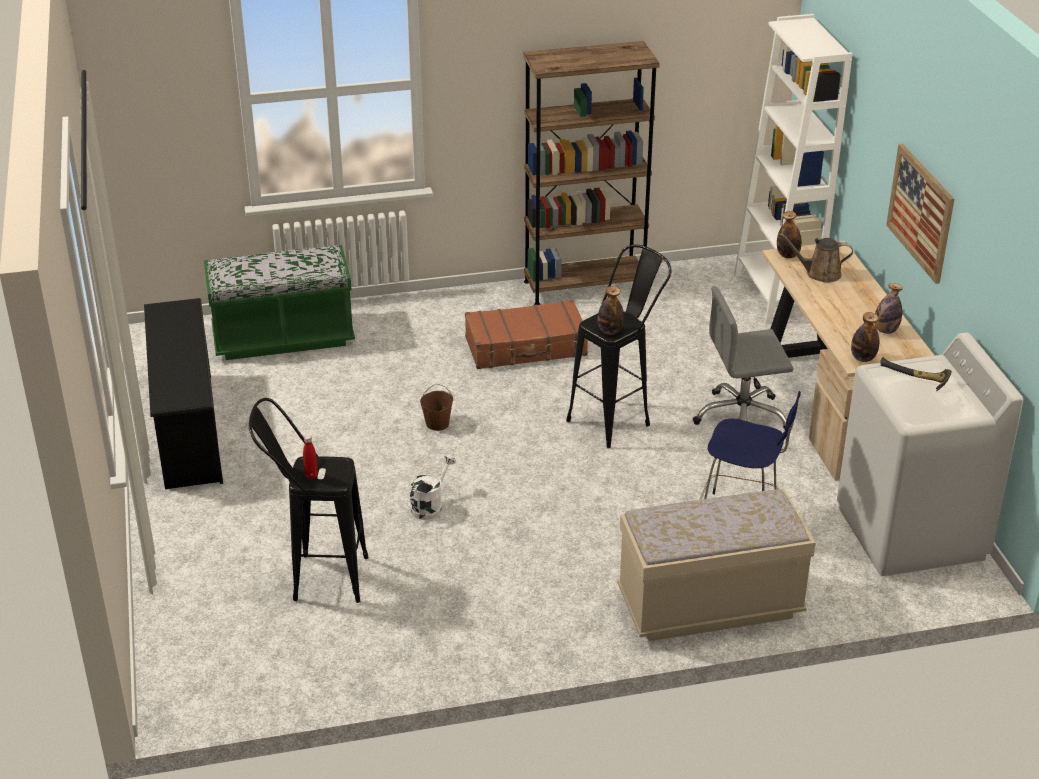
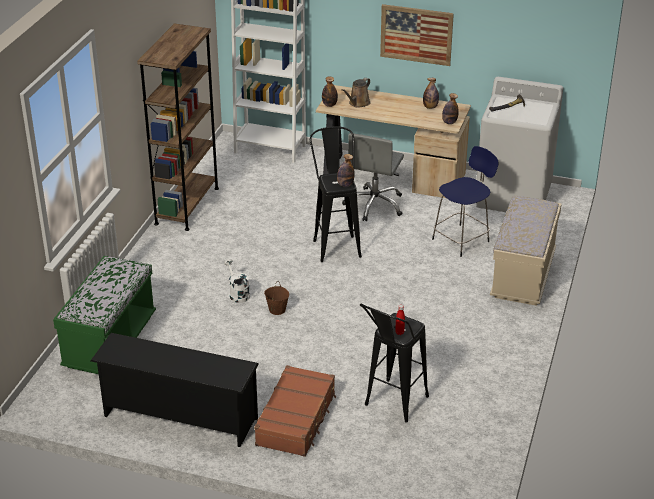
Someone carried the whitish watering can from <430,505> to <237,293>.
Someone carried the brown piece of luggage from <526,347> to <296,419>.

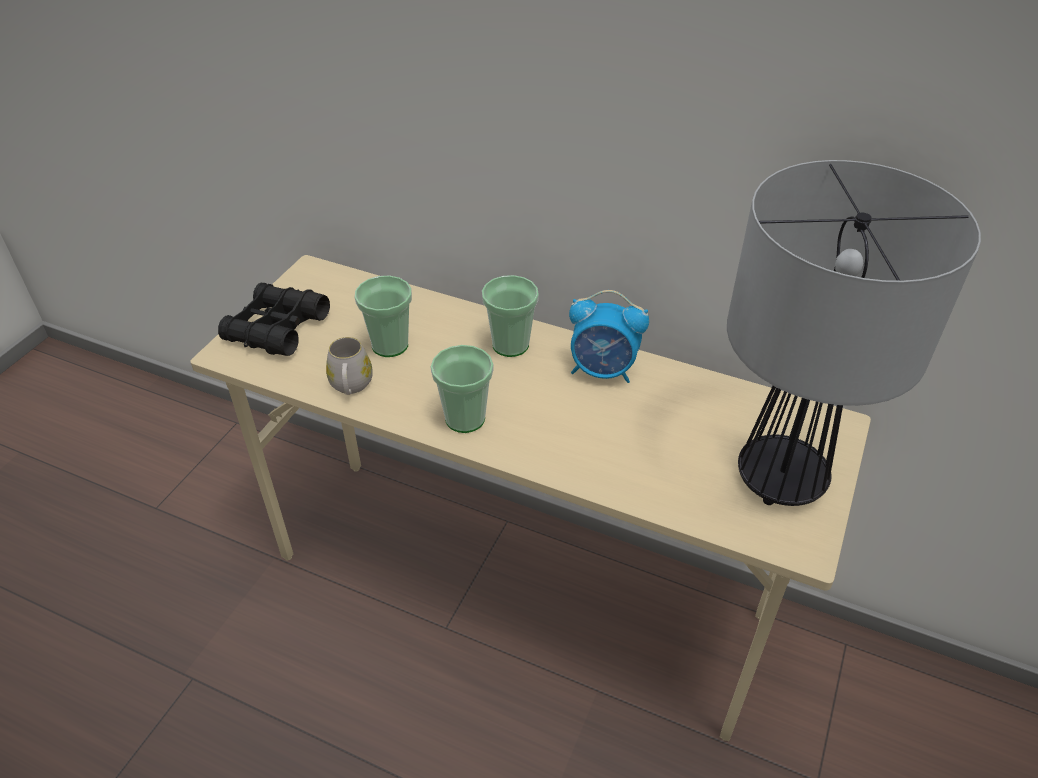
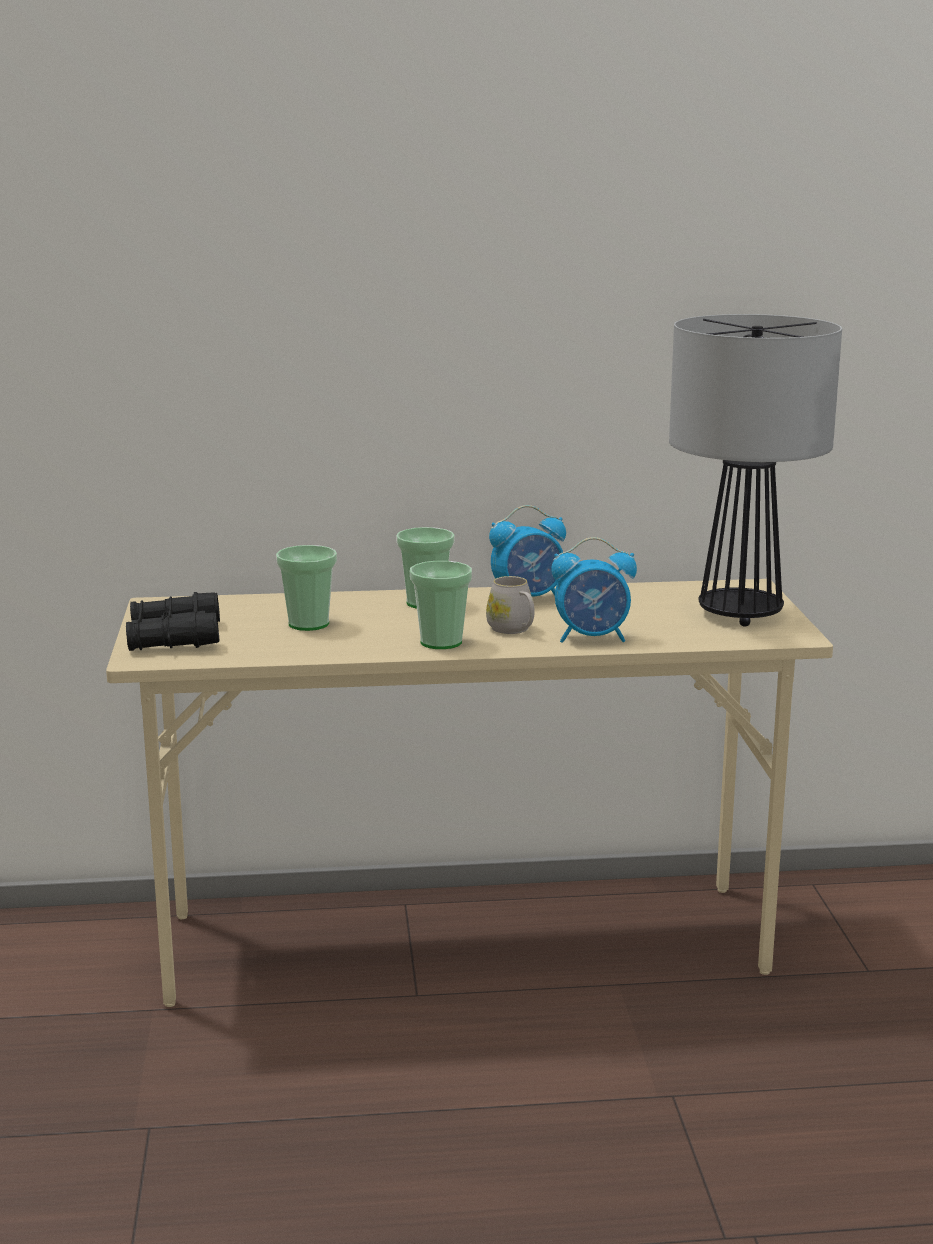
Someone carried the whitish mug from <351,386> to <513,630>.
Someone put down the bedside clock at <592,638>.

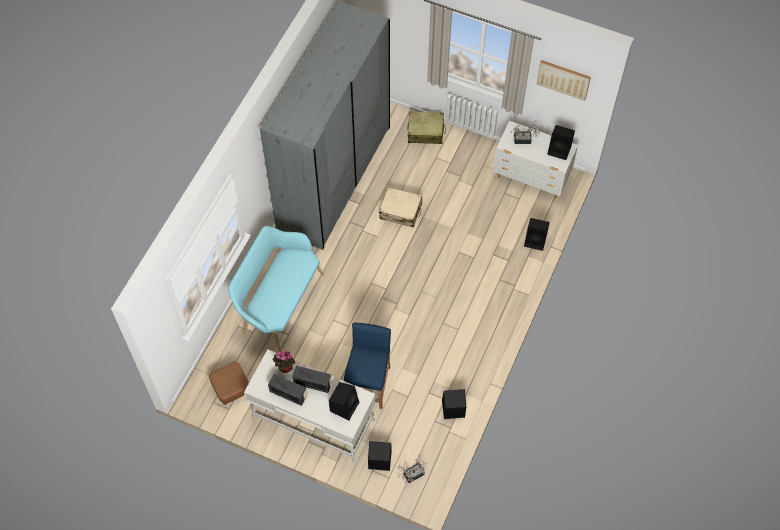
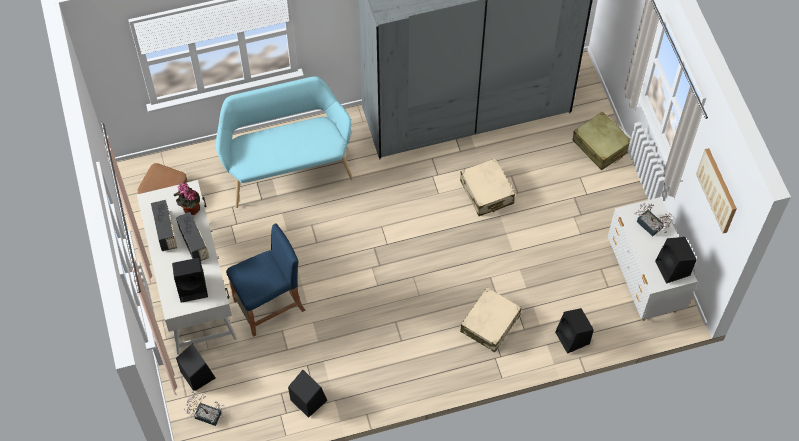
Someone put down the beige-coloured piece of luggage at <490,323>.

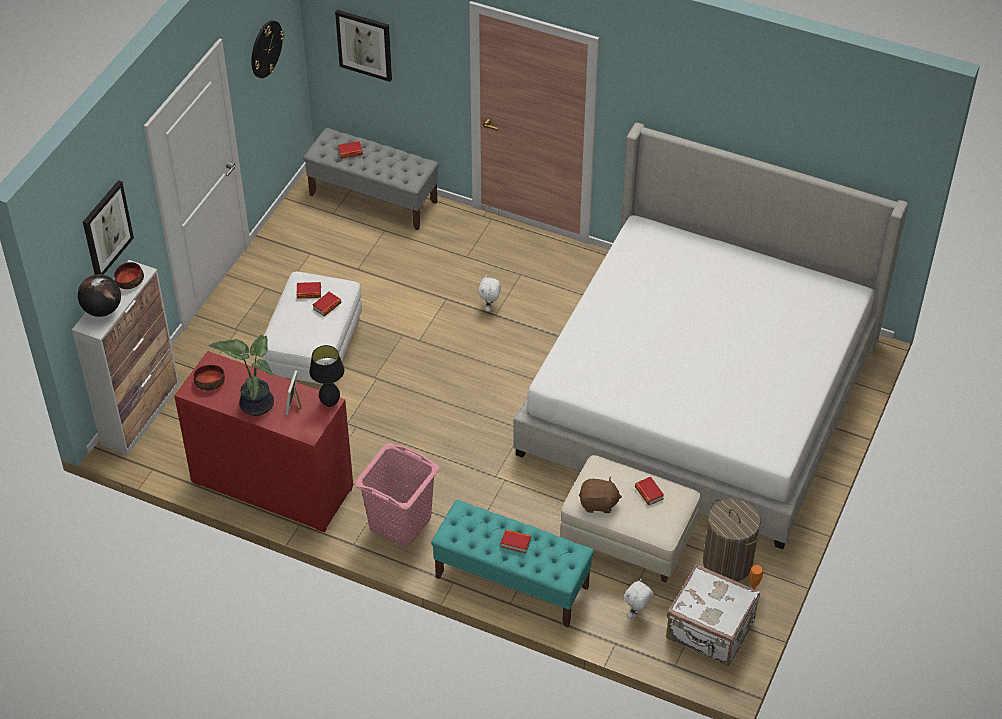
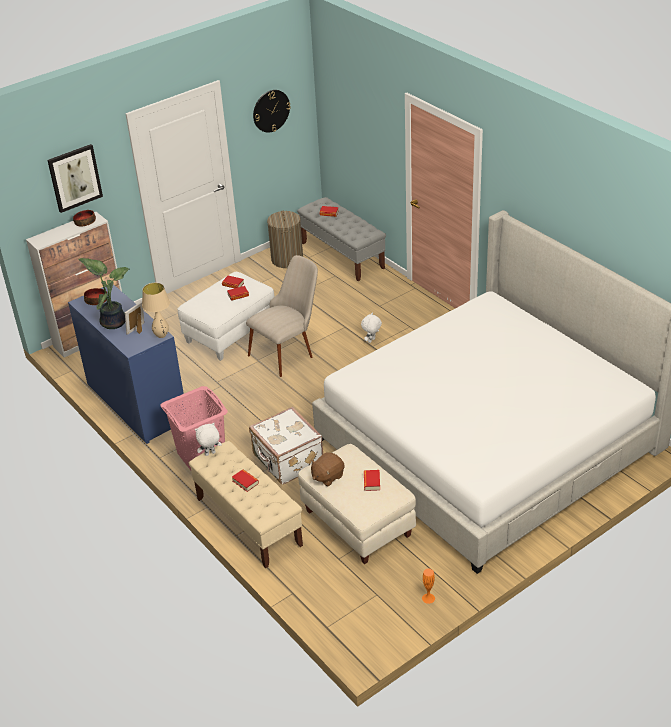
Someone took away the globe at <102,310>.
Someone repainted the red drawer chest at <272,485>, which became the bluish drawer chest at <137,404>.
Someone repainted the black lamp for a table at <330,403>, which became the beige-coloured lamp for a table at <161,336>.
Someone took away the wall art at <364,44>.
Someone repainted the turquoise-coloured long seat at <511,582>, which became the beige-coloured long seat at <248,521>.
Someone rotated the brown cuddly toy at <598,503> by 105 degrees clockwise.
Someone carried the whitish cuddly toy from <637,613> to <210,454>.
Someone carried the whitish piece of luggage from <710,631> to <287,461>.
Someone carried the laundry basket from <727,563> to <287,259>.
Someone put down the beige-coloured plain chair at <288,351>.

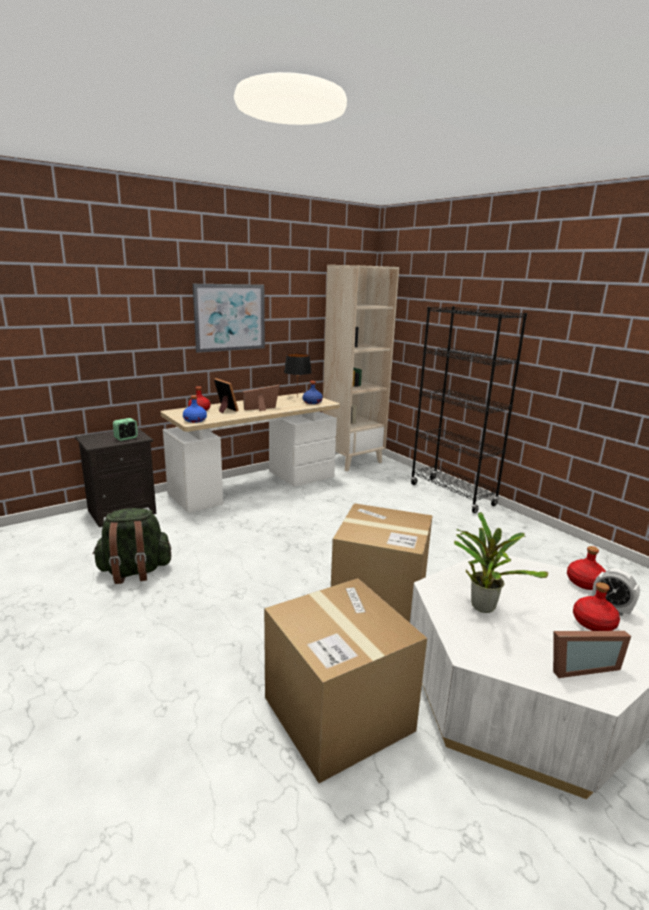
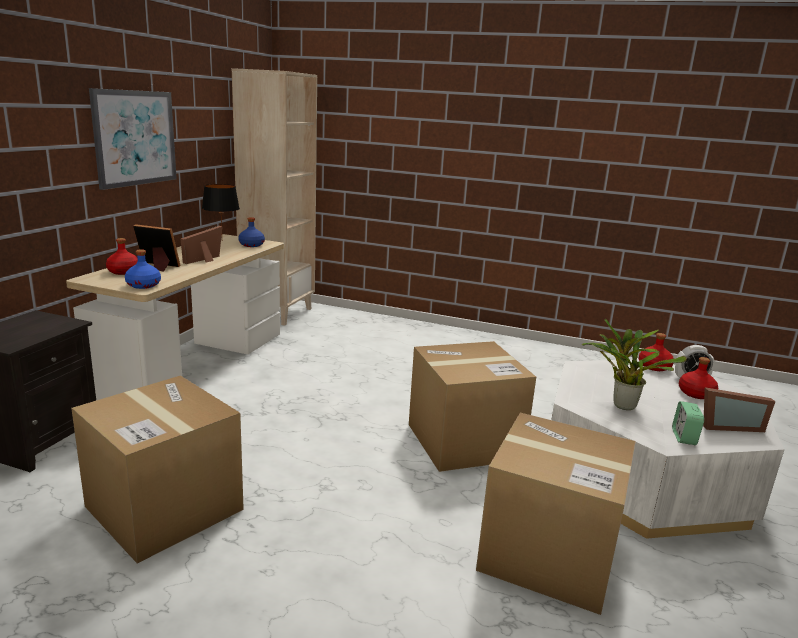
Someone swapped the greenish knapsack at <134,571> for the carton at <164,508>.
Someone carried the bedside clock from <126,438> to <684,437>.
Someone took away the black bookcase at <452,495>.
Someone rotated the standing frame at <578,666> by 45 degrees clockwise.

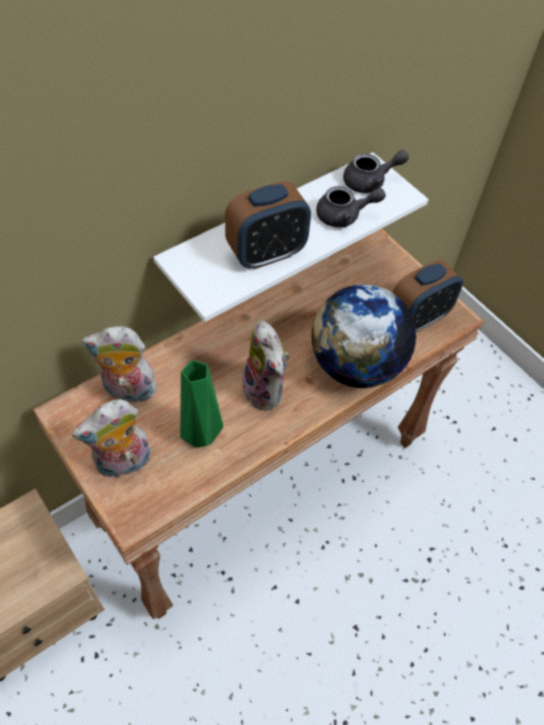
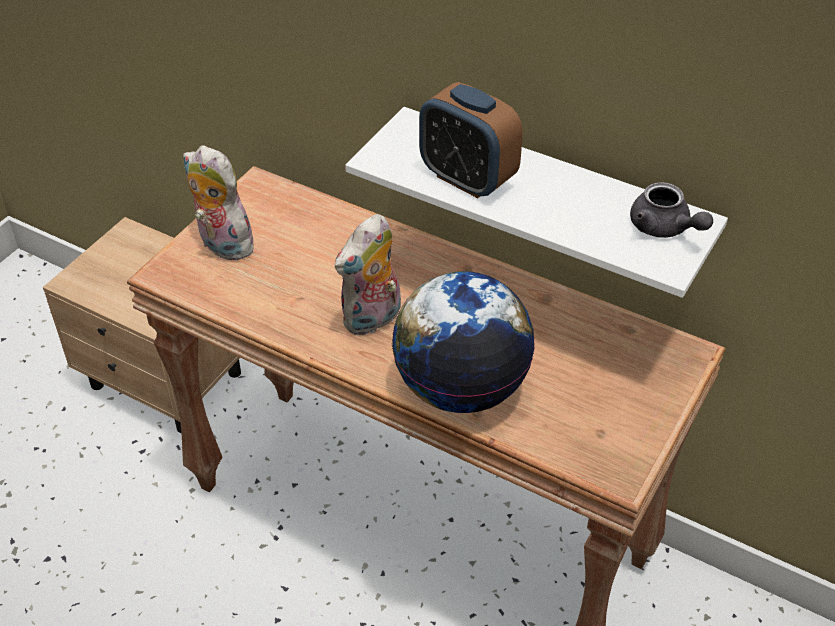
Someone took away the cuddly toy at <128,391>.
Someone took away the greenish flower vase at <201,437>.
Someone took away the gray tea pot at <344,216>.
Someone took away the bedside clock at <417,318>.

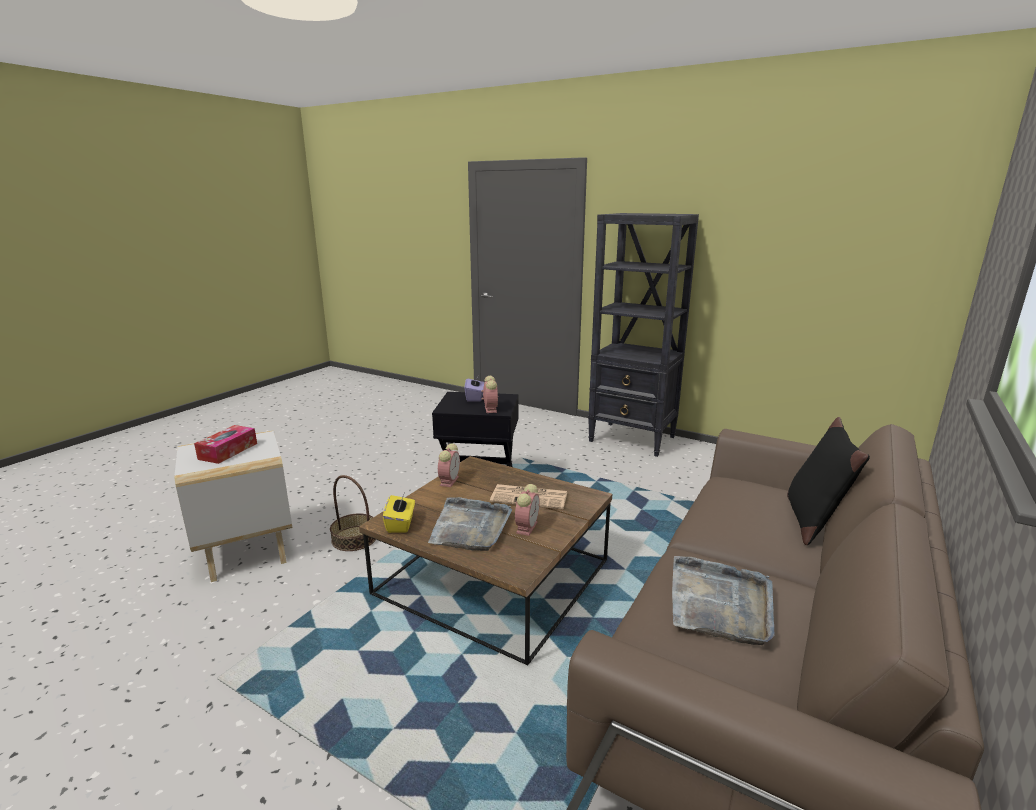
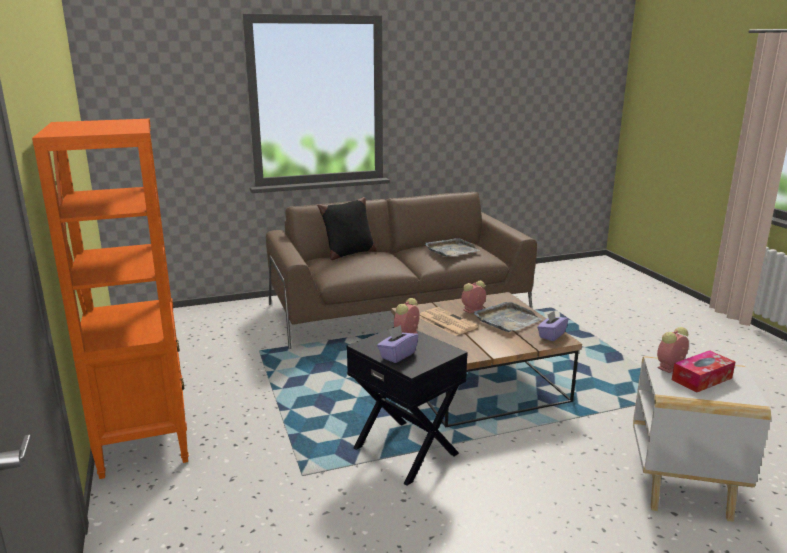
Someone took away the household basket at <354,538>.
Someone repainted the yellow-coloured tissue holder at <400,524>, which became the purple tissue holder at <551,335>.
Someone carried the bedside clock from <449,480> to <670,367>.
Someone repainted the black bookcase at <632,439>, which became the orange bookcase at <145,440>.

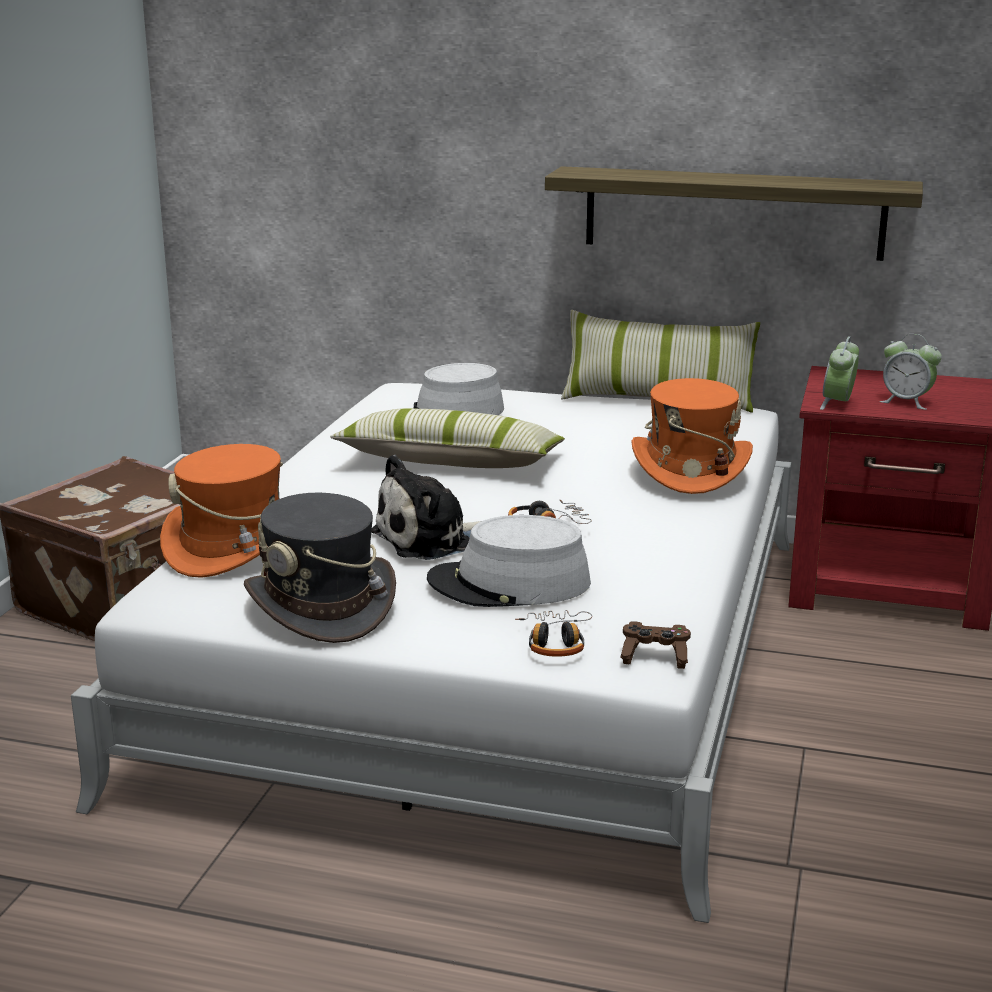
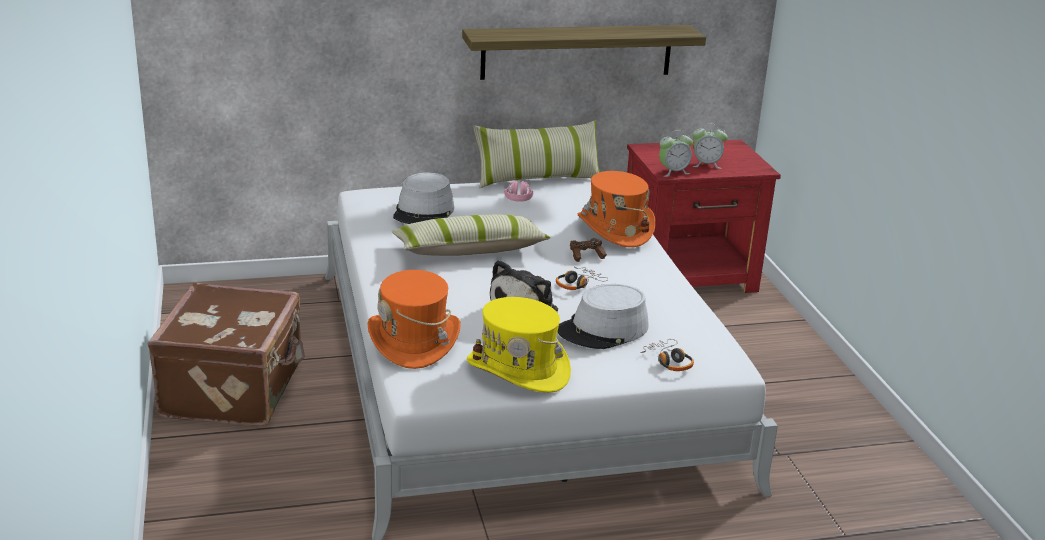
Someone repainted the gray wearable hat at <322,606>, which became the yellow-coloured wearable hat at <518,369>.
Someone carried the brown gamepad from <655,656> to <586,256>.
Someone rotated the bedside clock at <838,404> by 105 degrees counterclockwise.
Someone put down the pinkish pair of headphones at <518,196>.

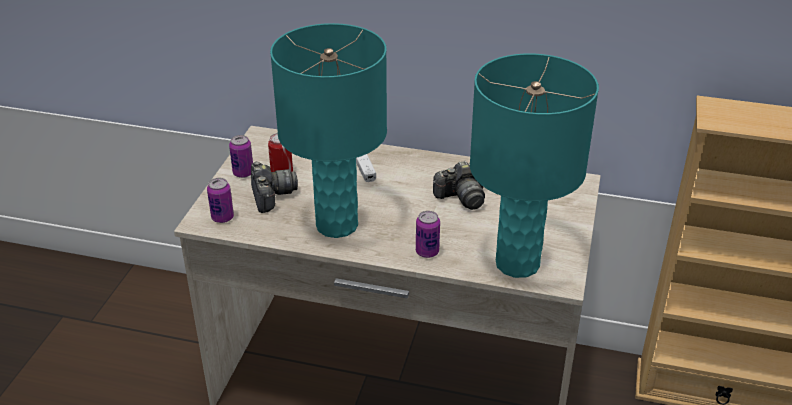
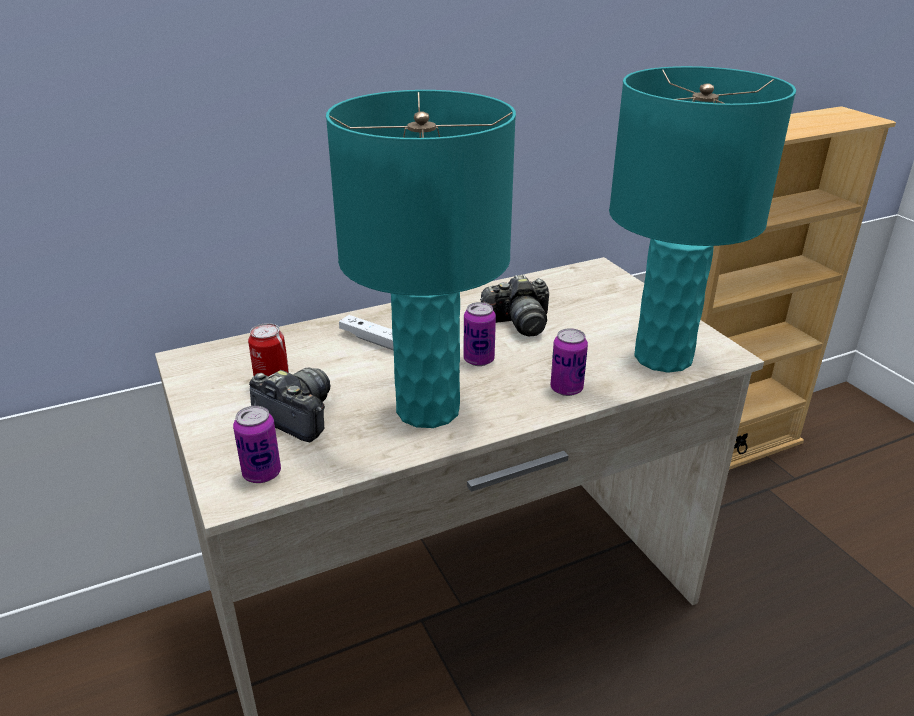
Someone carried the can from <243,173> to <479,360>.
Someone rotated the still camera at <462,197> by 45 degrees clockwise.

